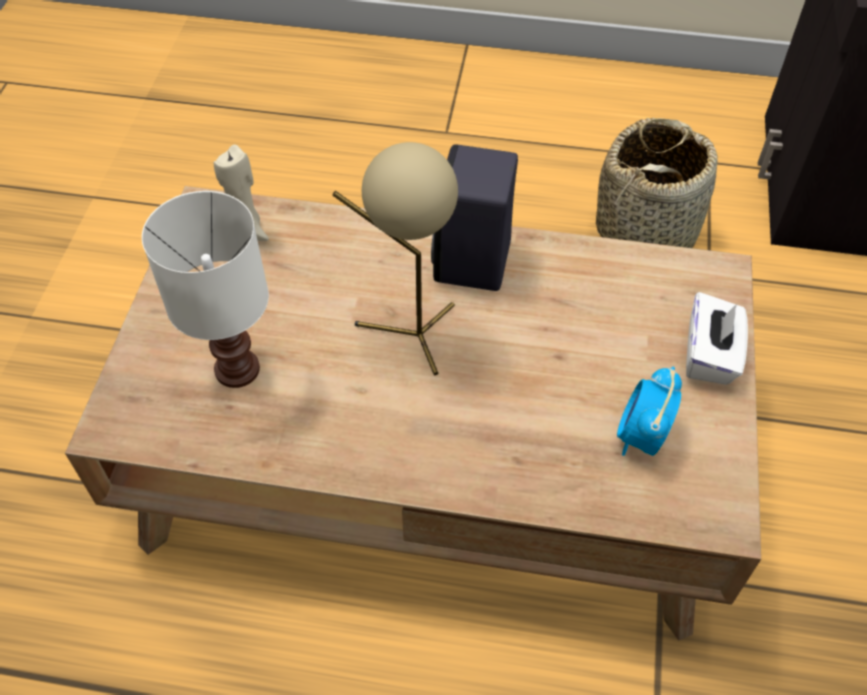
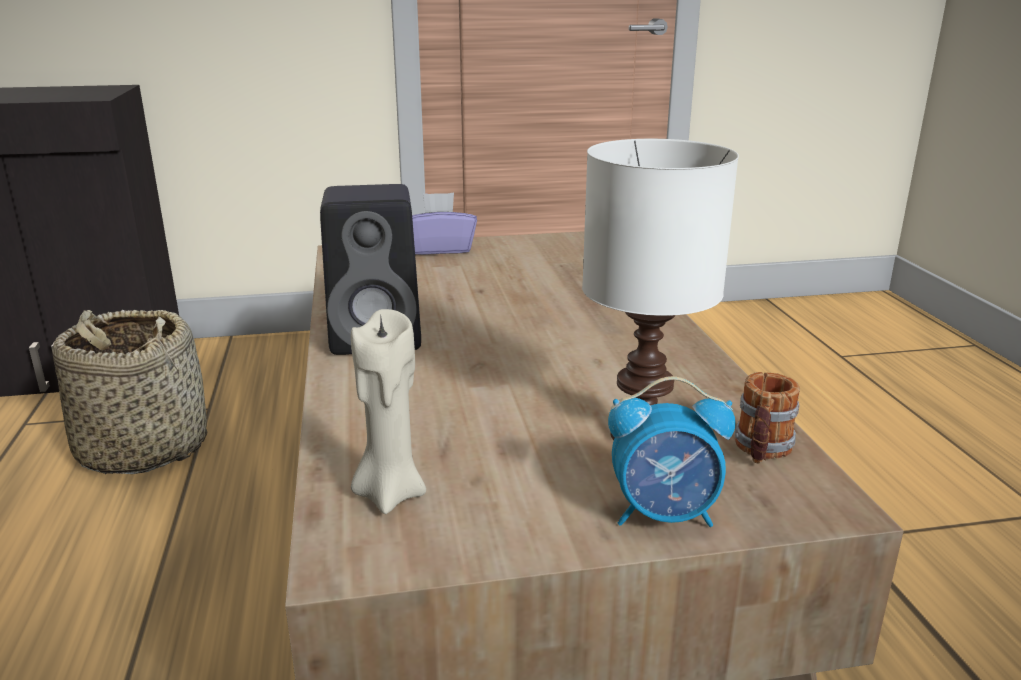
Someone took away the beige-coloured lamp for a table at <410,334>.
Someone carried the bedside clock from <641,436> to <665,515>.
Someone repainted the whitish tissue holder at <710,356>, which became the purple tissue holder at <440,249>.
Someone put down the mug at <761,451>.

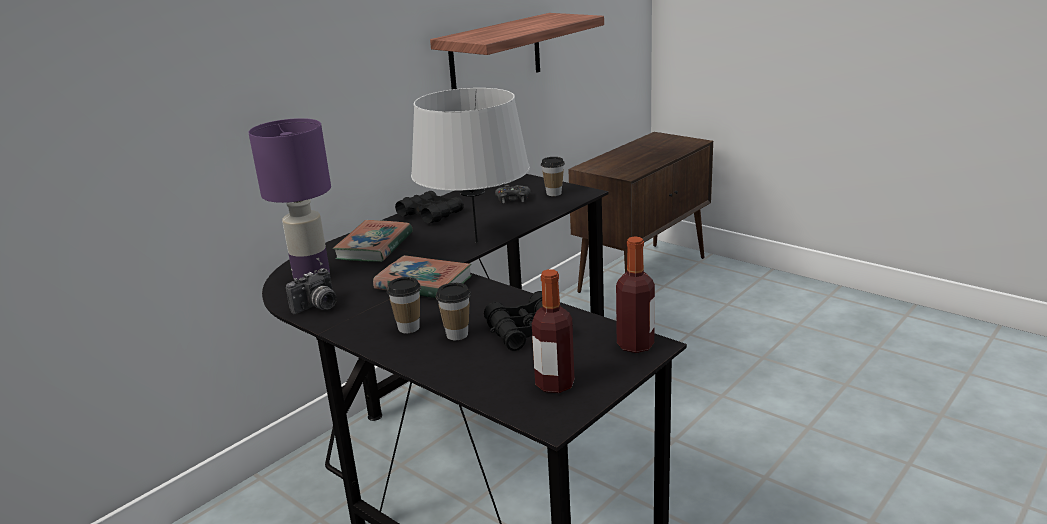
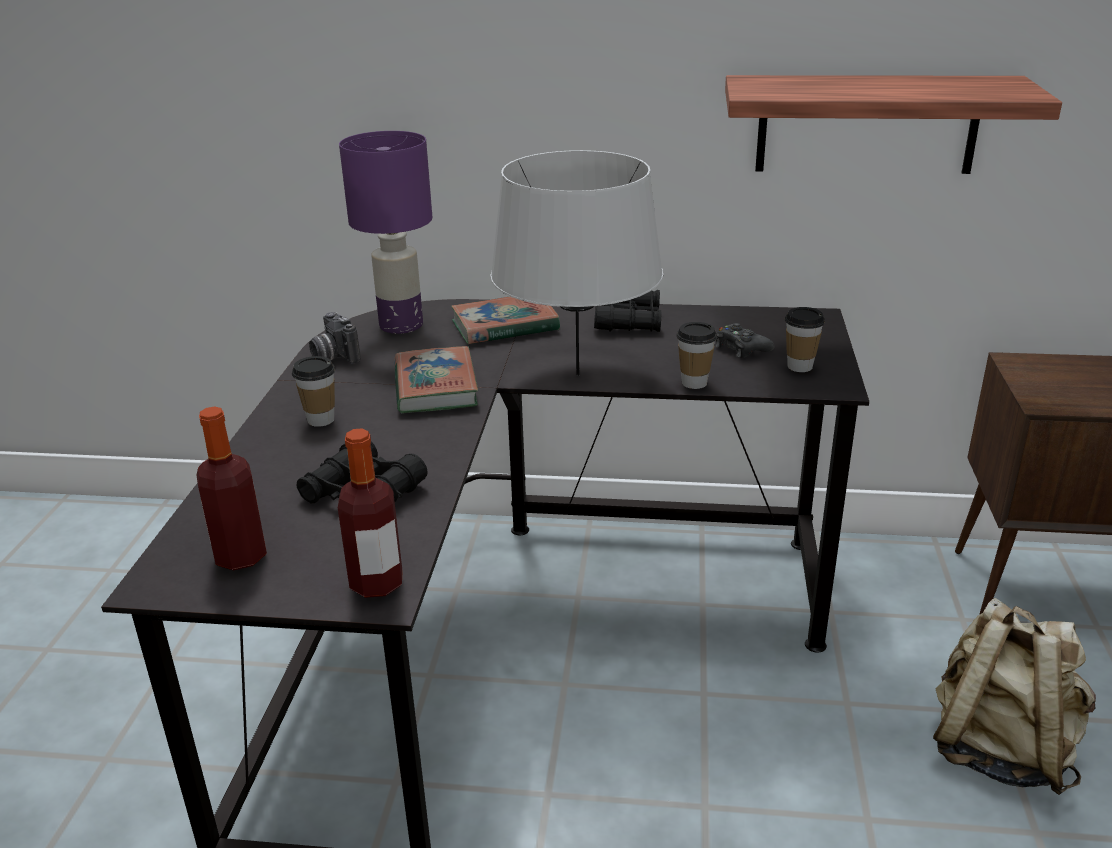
Someone rotated the still camera at <317,307> by 45 degrees clockwise.
Someone carried the small cup from <457,335> to <694,383>.
Someone put down the beige-coloured knapsack at <998,749>.

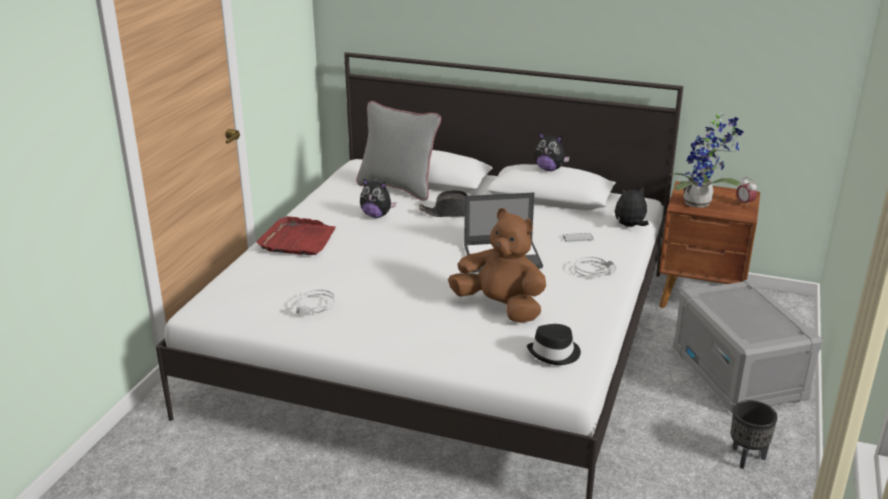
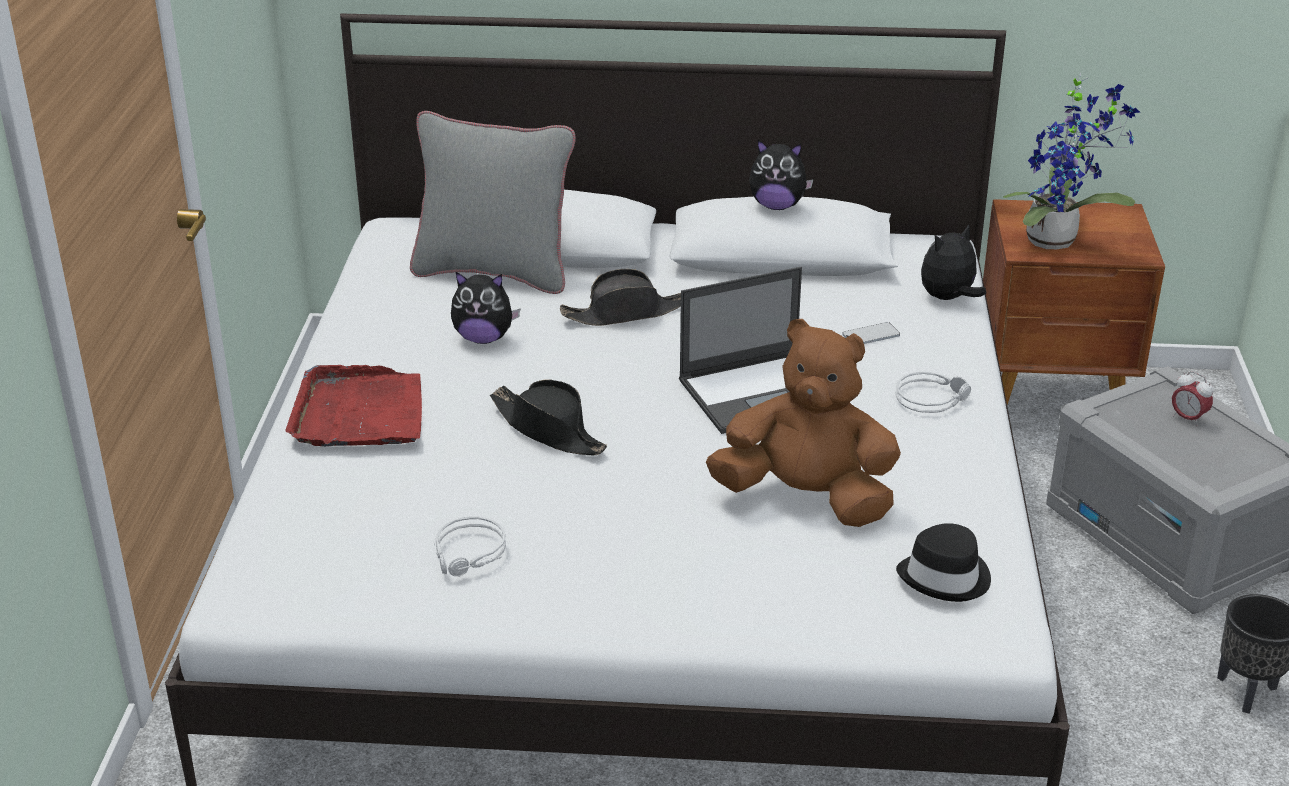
Someone carried the bedside clock from <744,203> to <1188,419>.
Someone put down the black wearable hat at <548,430>.

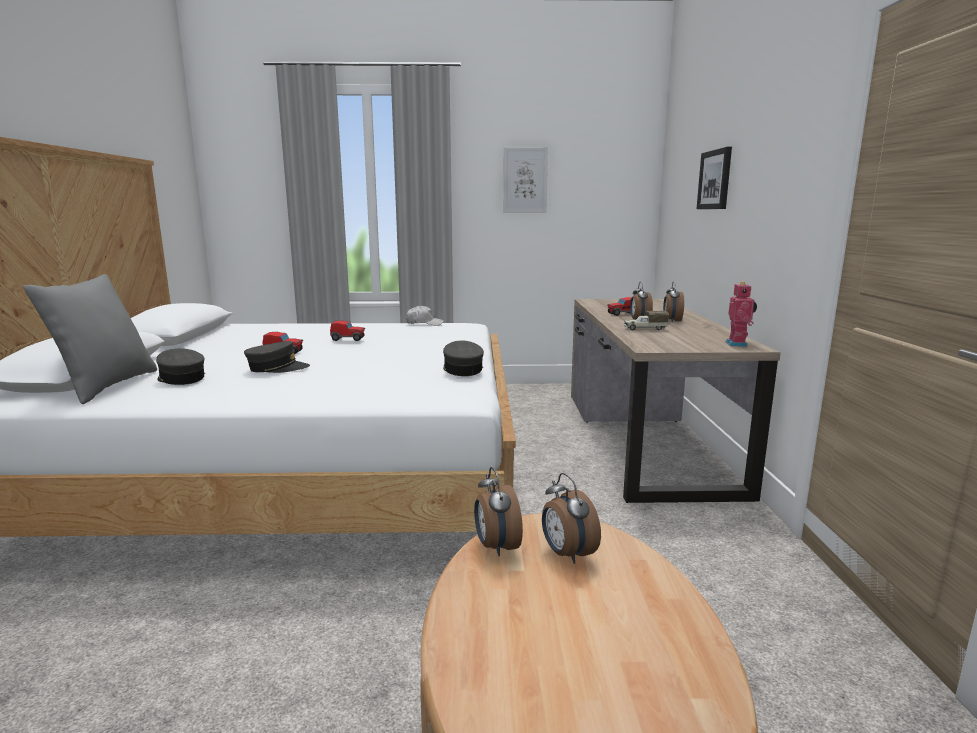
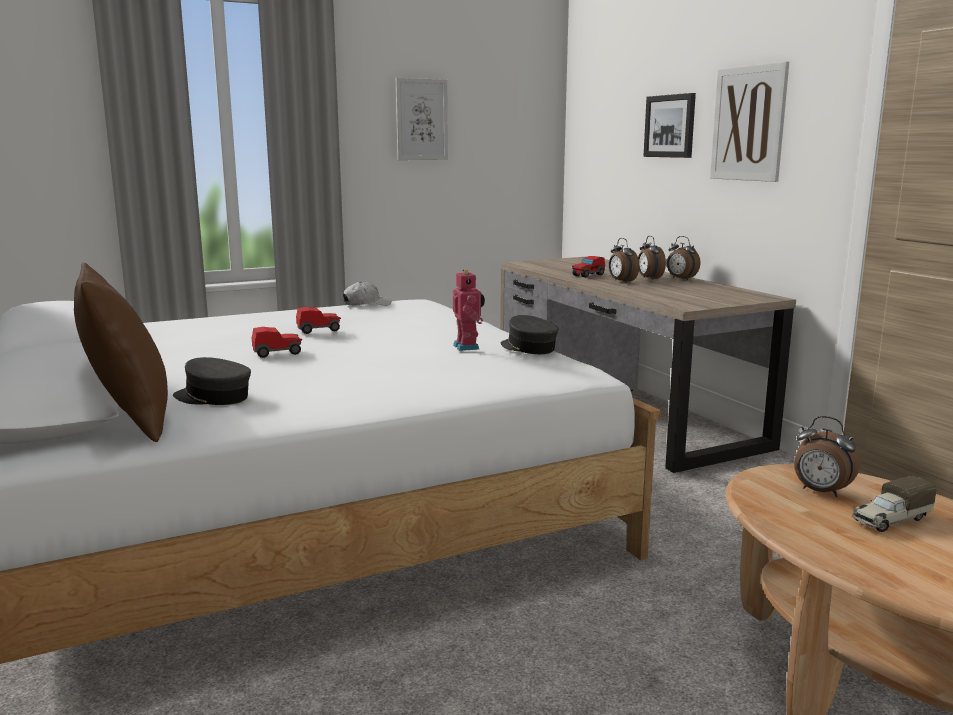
Someone repainted the gray throw pillow at <106,386>, which became the brown throw pillow at <130,419>.
Someone took away the gray baseball cap at <277,368>.
Someone carried the bedside clock from <496,547> to <680,279>.
Someone carried the toy lorry from <644,329> to <890,520>.
Someone carried the model robot from <738,344> to <468,347>.
Someone put up the wall art at <748,123>.

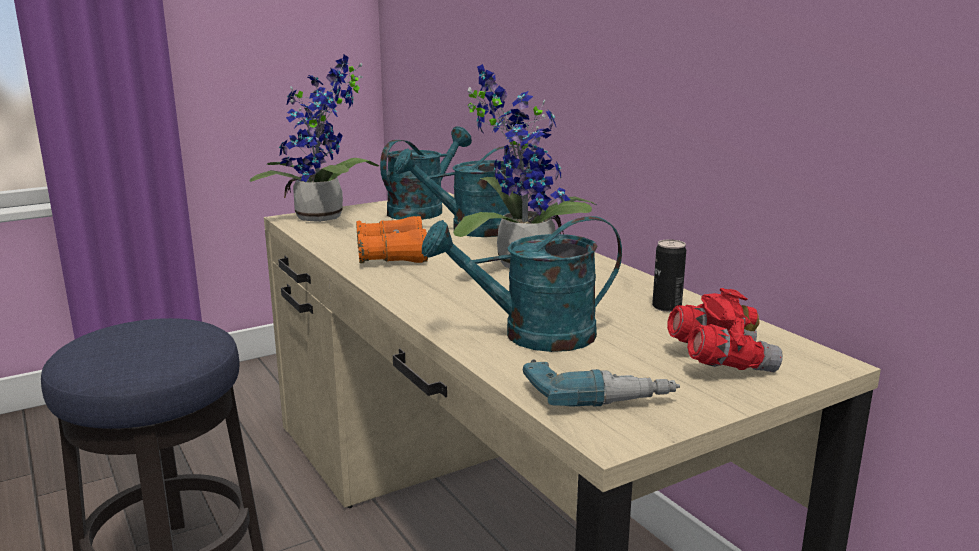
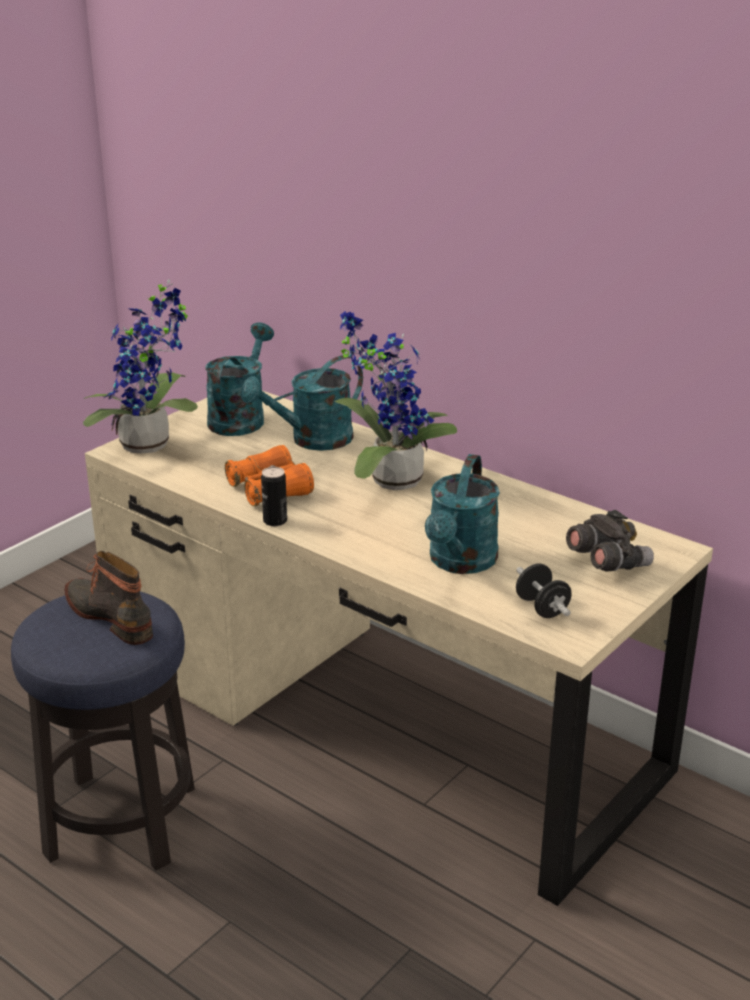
Someone rotated the turquoise-coloured watering can at <532,335> by 45 degrees counterclockwise.
Someone swapped the power drill at <598,393> for the black free weight at <542,608>.
Someone carried the can from <666,307> to <275,521>.
Someone repainted the red binoculars at <719,362>, which became the gray binoculars at <607,563>.
Someone put down the high-top boot at <111,616>.

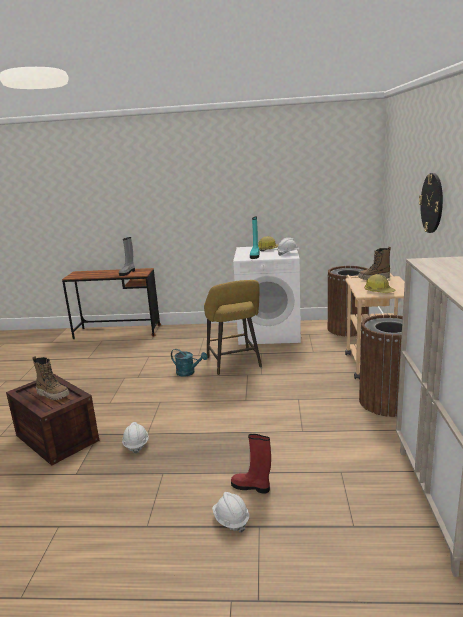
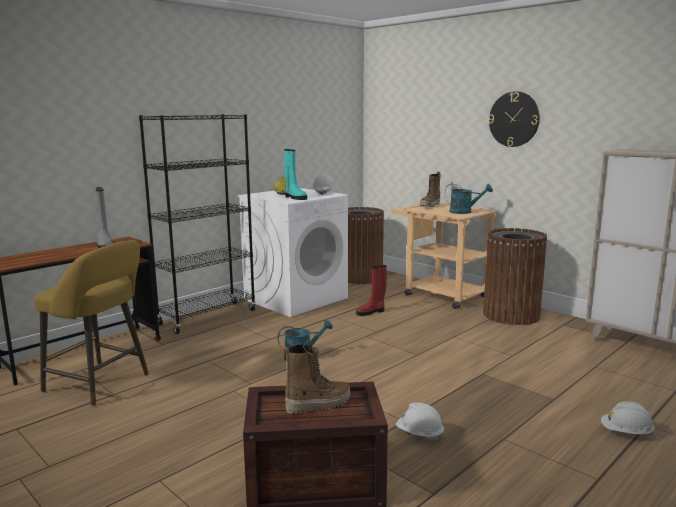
Someone carried the yellow-coloured stool seat from <234,364> to <101,384>.
Someone carried the red high-top boot from <251,487> to <371,312>.
Someone swapped the safety helmet at <378,291> for the turquoise-coloured watering can at <465,212>.
Someone put down the black bookcase at <207,317>.

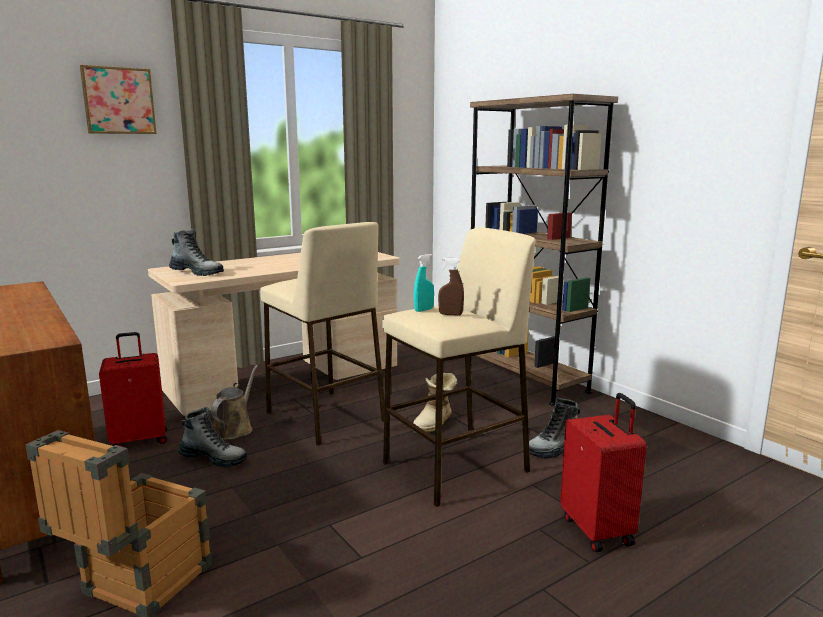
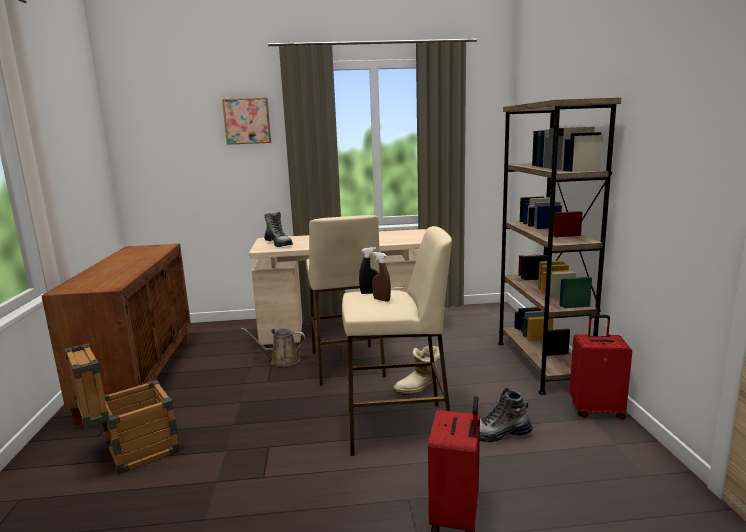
Someone carried the red piece of luggage from <140,440> to <596,410>.
Someone took away the high-top boot at <213,459>.
Someone rotated the brown watering can at <234,429> by 135 degrees counterclockwise.
Someone repainted the turquoise-coloured spray bottle at <424,310>, which became the black spray bottle at <369,293>.

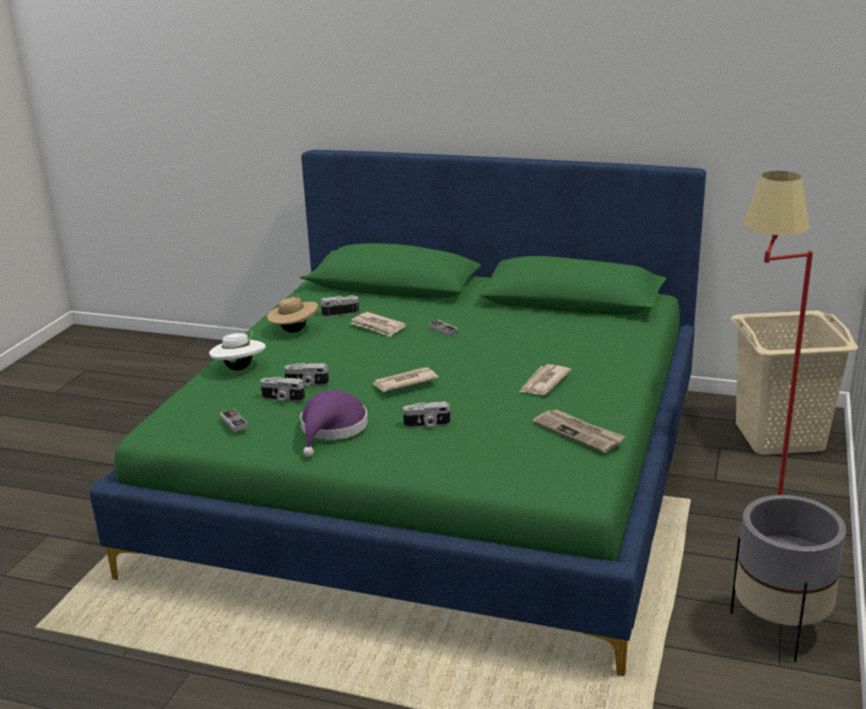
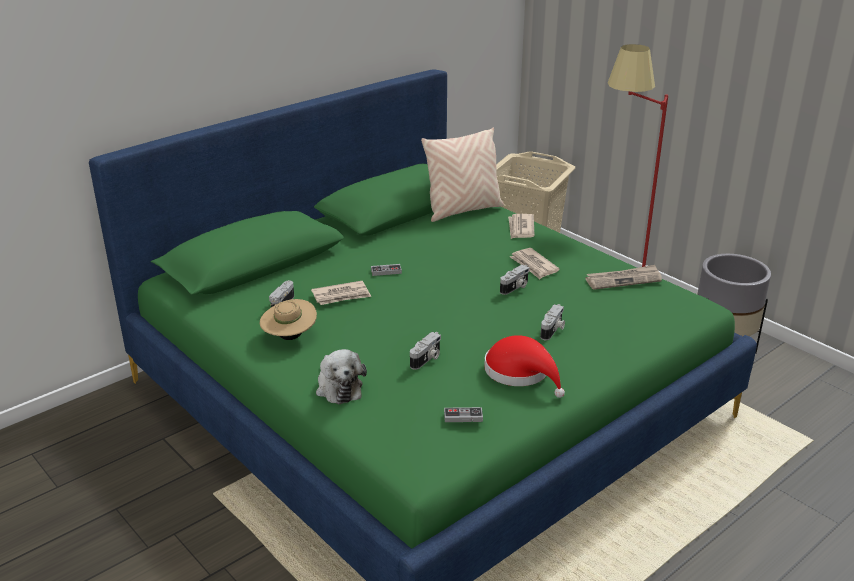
Someone swapped the whitish wearable hat at <240,368> for the cuddly toy at <338,387>.
Someone carried the still camera from <282,398> to <515,287>.
Someone repainted the purple wearable hat at <332,429>, which became the red wearable hat at <521,372>.
Someone carried the printed paper from <404,382> to <520,228>.
Someone put down the beige-coloured throw pillow at <463,210>.

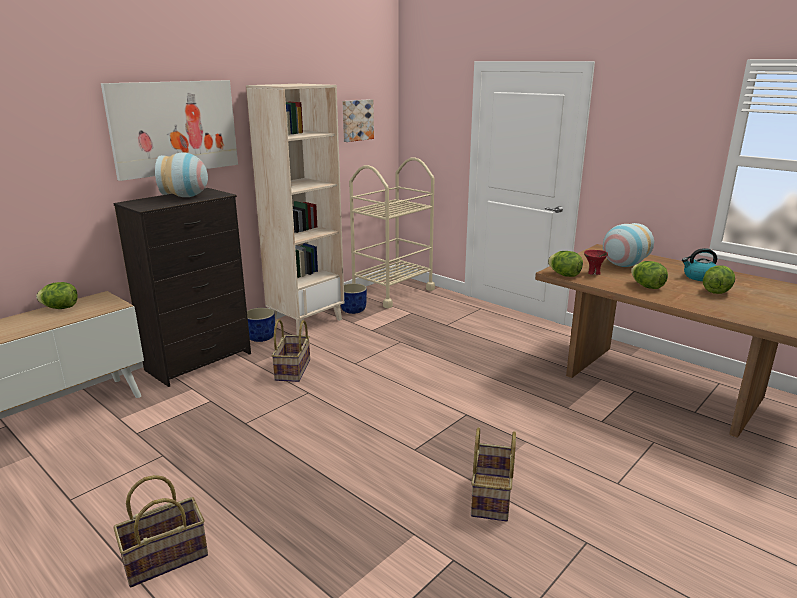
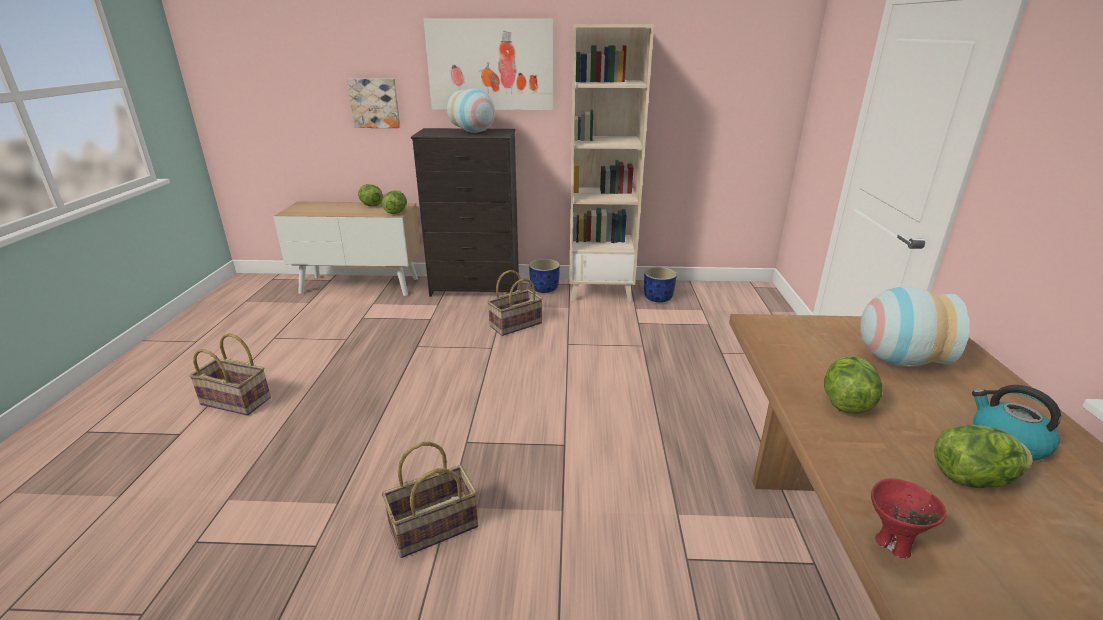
Someone carried the wall art from <357,120> to <375,103>.
Someone took away the beige-coloured trolley at <392,292>.
Someone carried the lettuce head from <564,275> to <396,212>.
Someone carried the red serving bowl from <593,273> to <892,544>.

